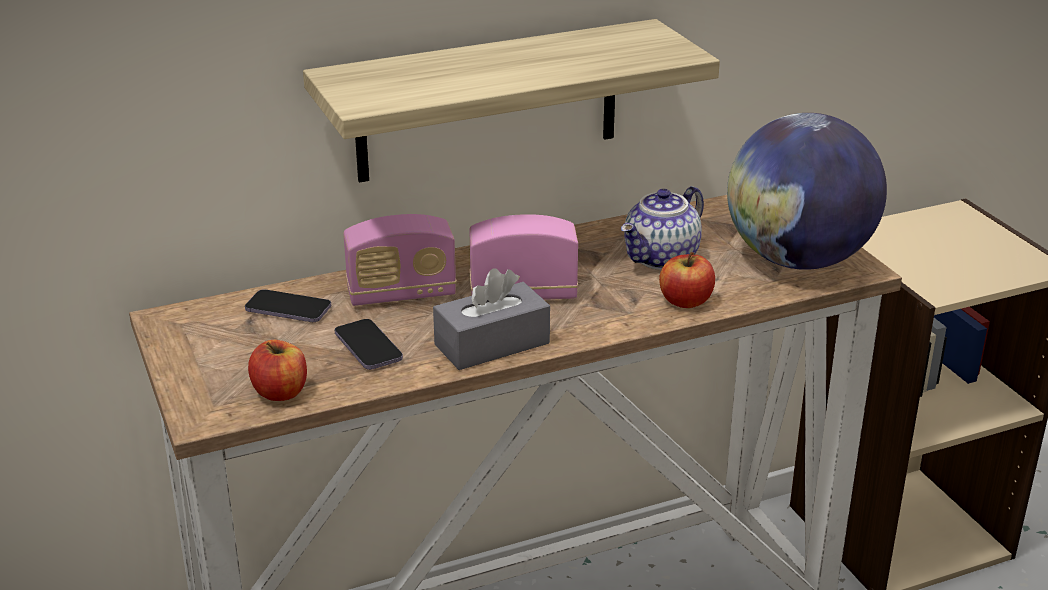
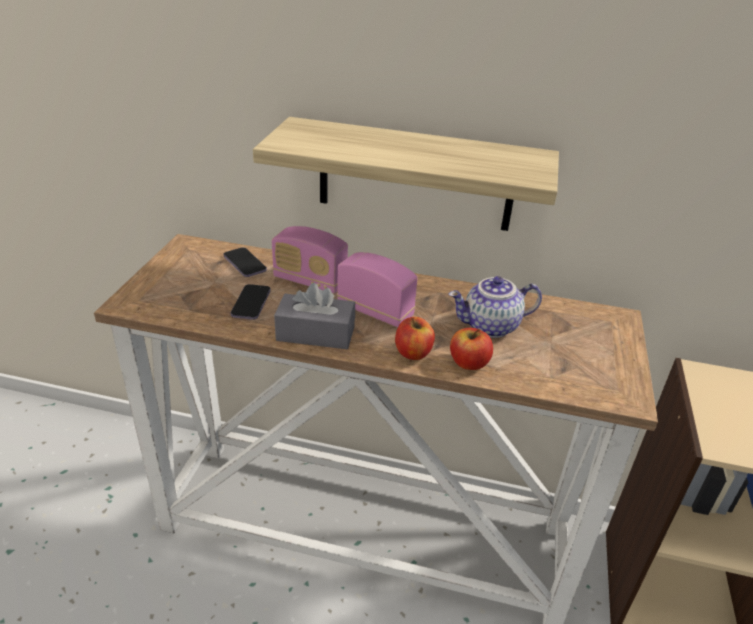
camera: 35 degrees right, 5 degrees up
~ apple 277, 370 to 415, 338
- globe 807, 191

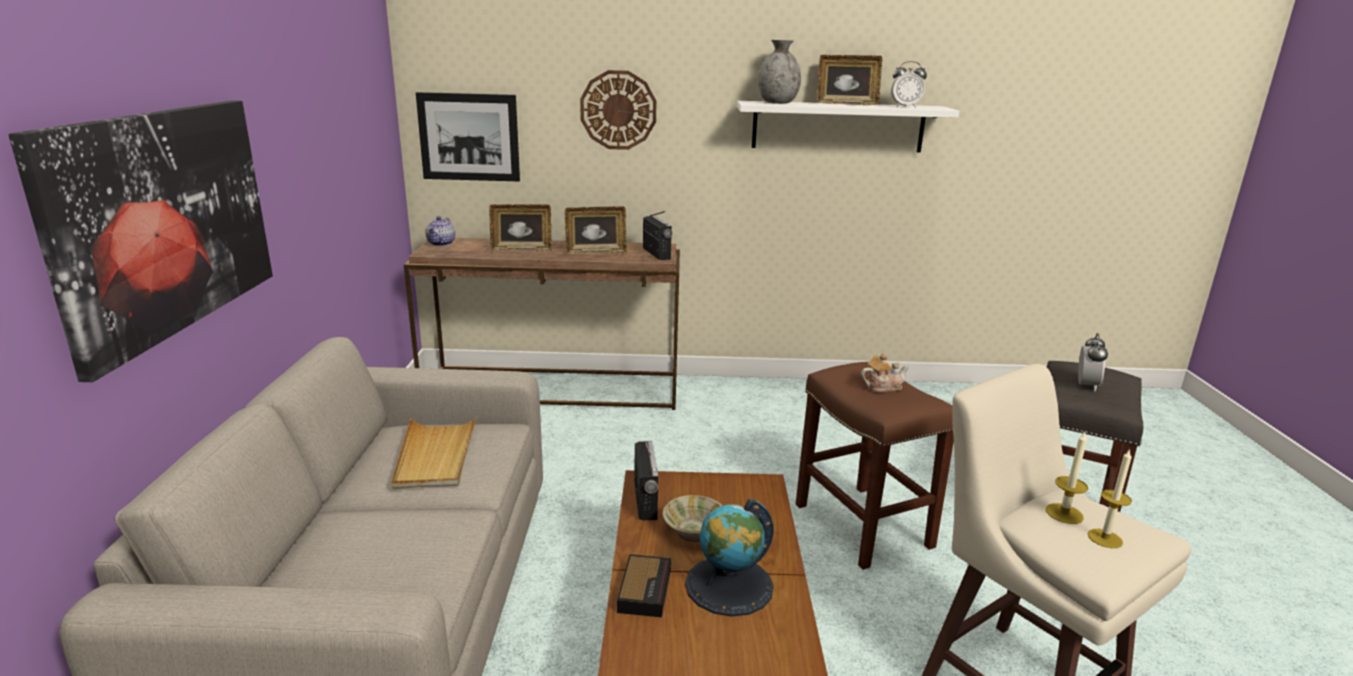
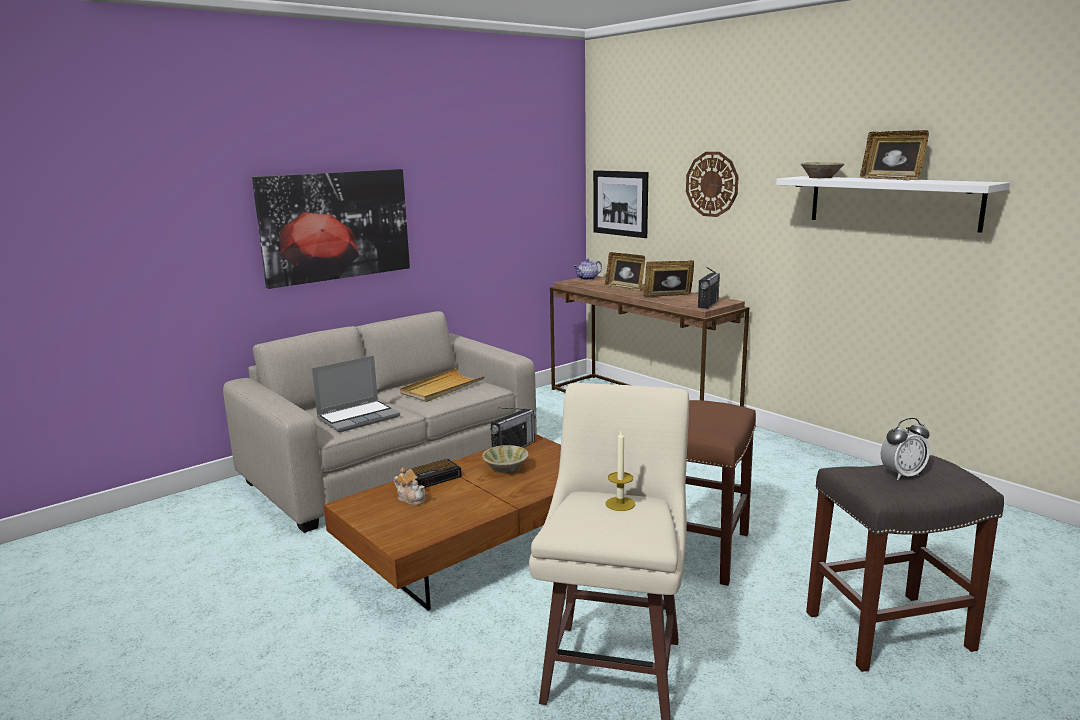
camera: 50 degrees right, 5 degrees down
+ laptop 356, 393
~ teapot 885, 372 to 410, 486
~ picture frame 596, 230 = 668, 278 135 degrees clockwise
~ vase/grey 779, 72 to bowl/beige 822, 170
- globe 729, 558
- alarm clock 909, 84
- candle 1110, 498

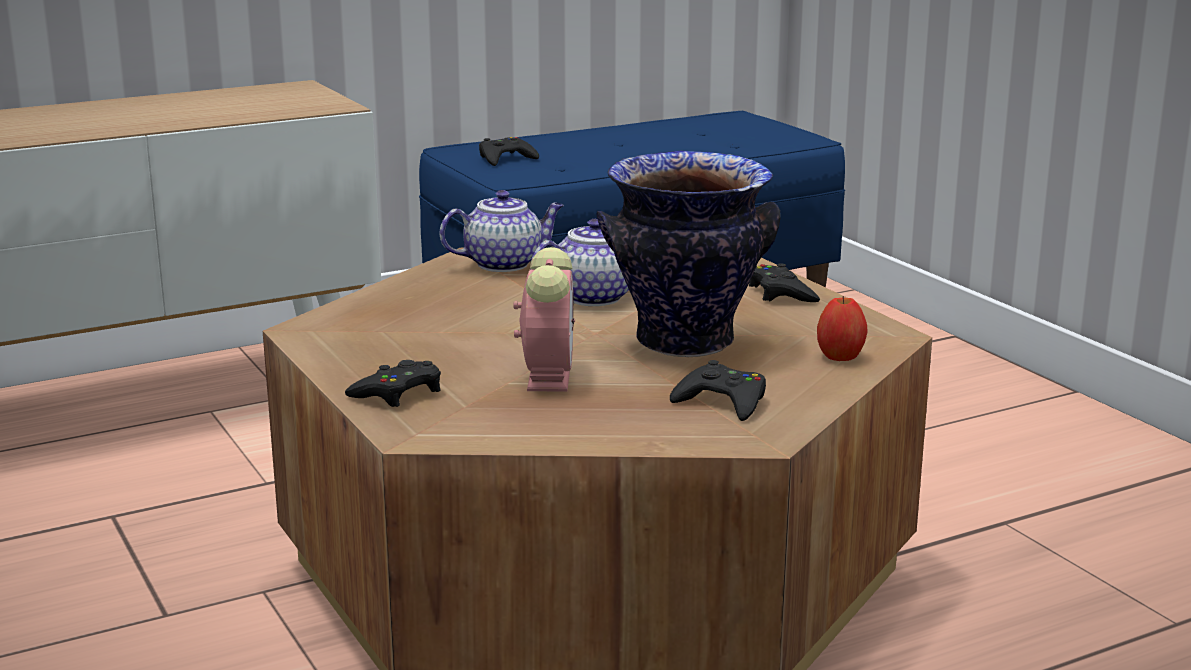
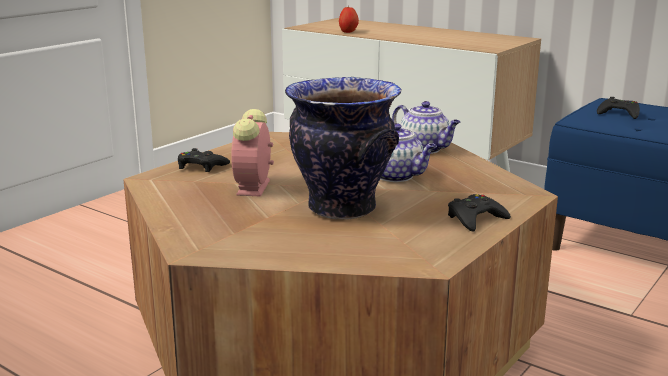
camera: 65 degrees right, 0 degrees up
~ alarm clock 544, 319 = 252, 152 120 degrees clockwise
~ apple 842, 328 to 349, 20
- game controller/black 718, 390

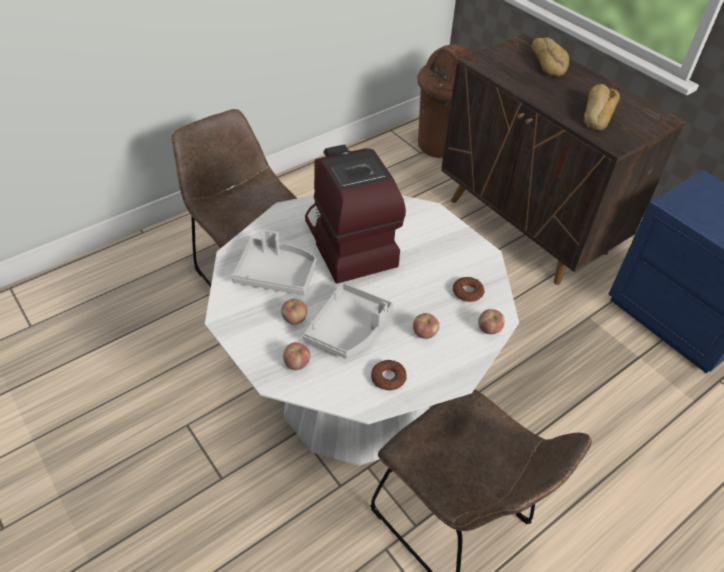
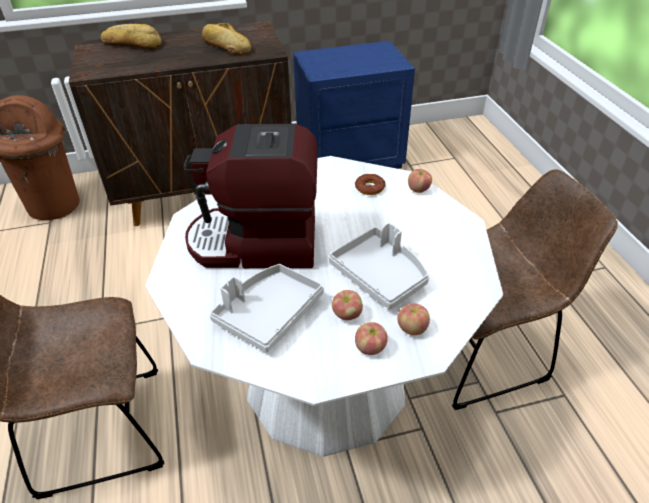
camera: 65 degrees left, 5 degrees down
~ apple 426, 326 to 371, 338
- donut 389, 375

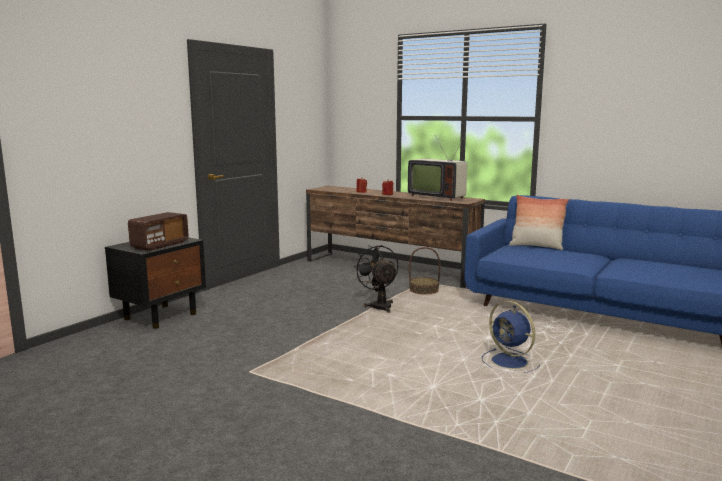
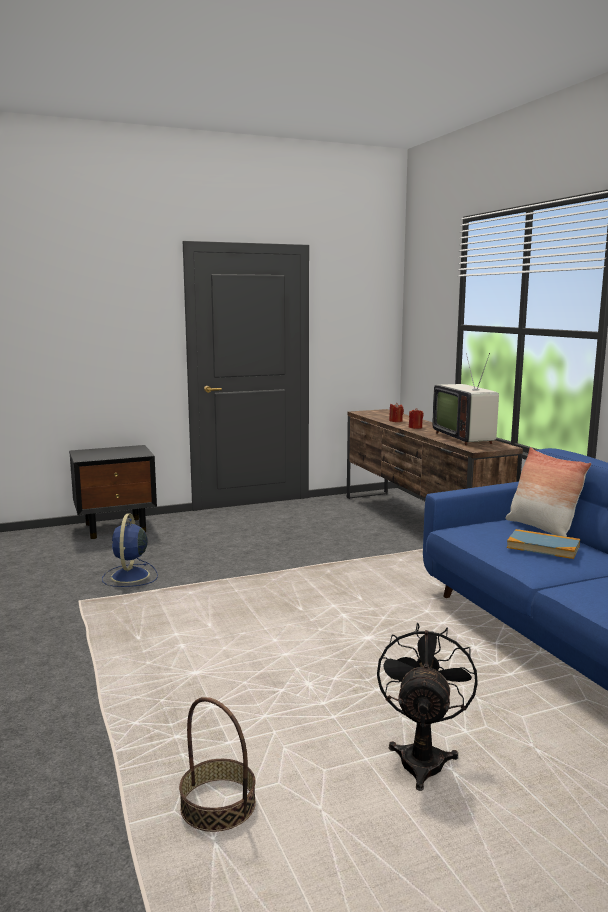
camera: 35 degrees right, 0 degrees up
~ fan/blue 511, 337 to 130, 550
~ basket 424, 271 to 217, 764
~ fan/black 375, 279 to 427, 707
+ book 543, 544
- radio 158, 231

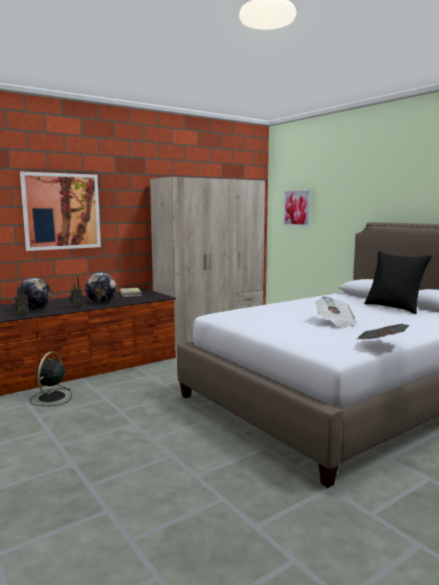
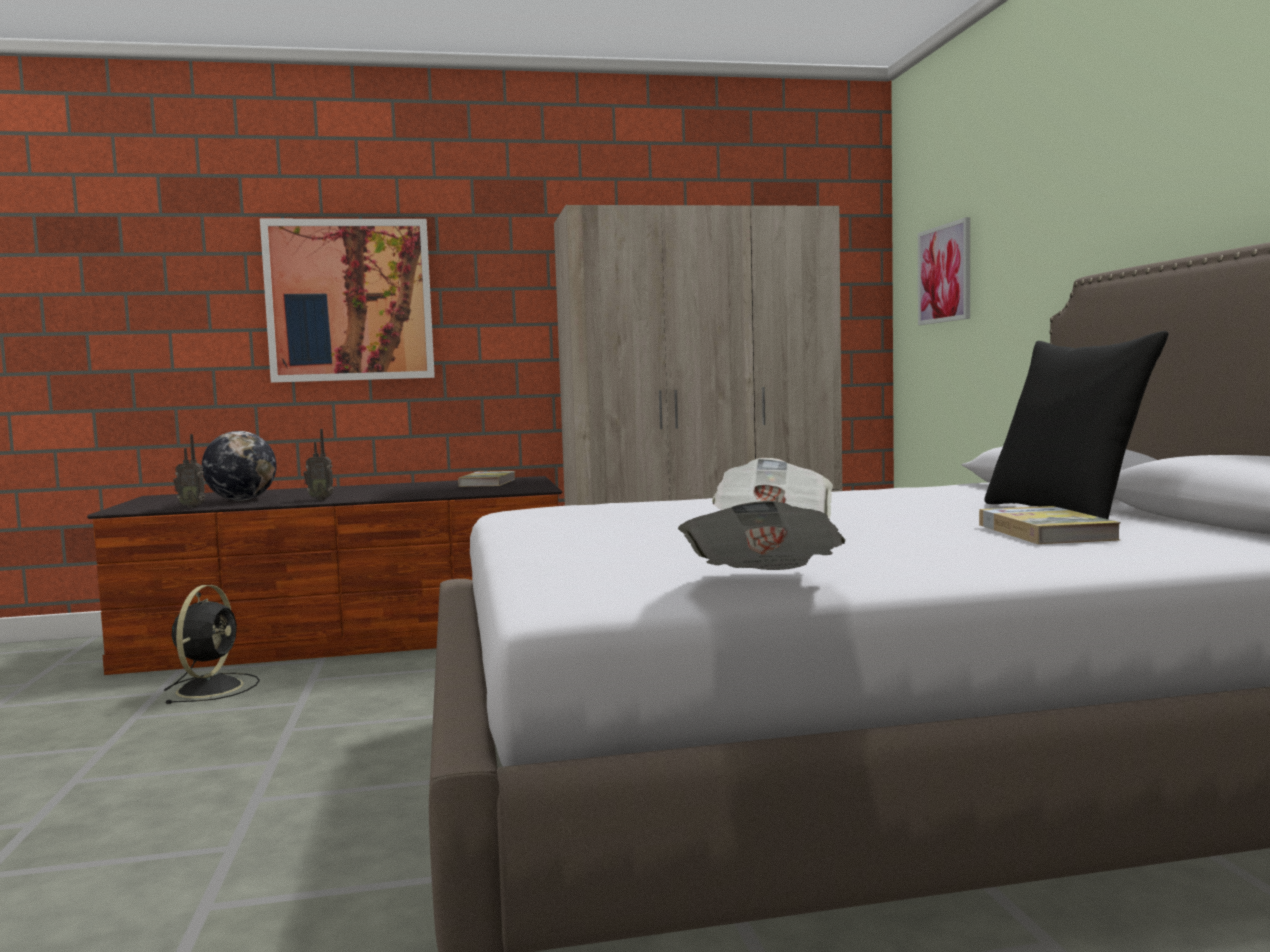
camera: 25 degrees right, 5 degrees down
~ fan/black 51, 379 = 212, 644 150 degrees clockwise
+ book 1050, 525
- globe 100, 288

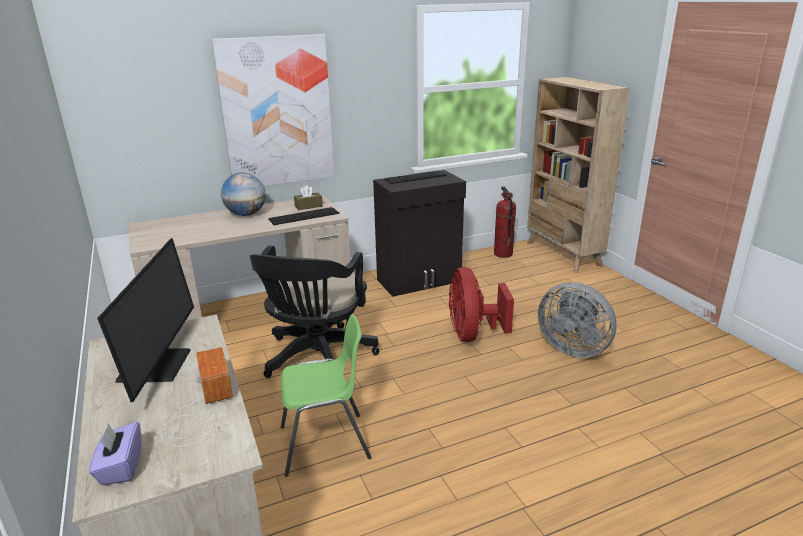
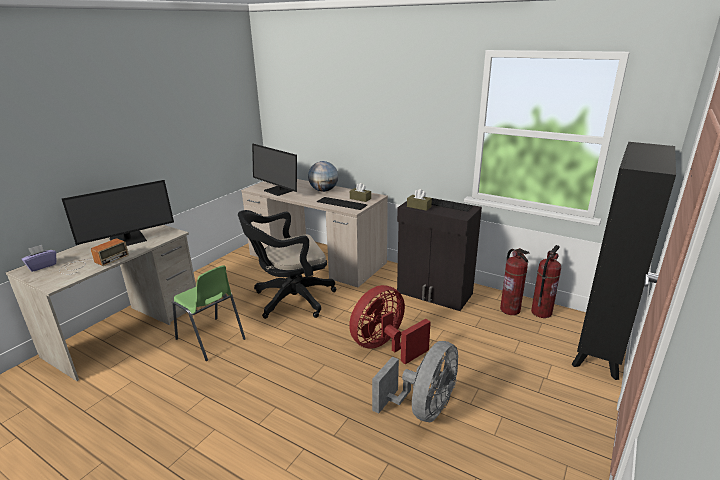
camera: 55 degrees right, 0 degrees up
+ monitor 274, 170
~ fan/grey 577, 320 = 415, 381 150 degrees counterclockwise
+ tissue box/brown 419, 200
+ fire extinguisher 515, 281
~ bookcase/beige 578, 174 to bookcase/black 624, 261
- picture 273, 110

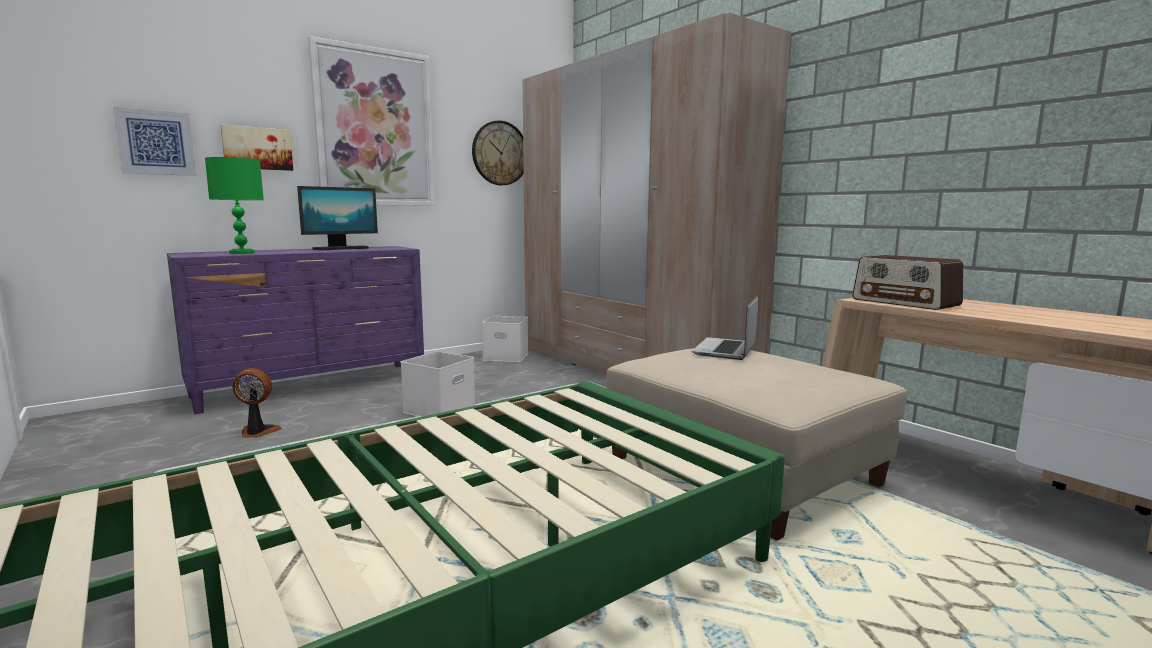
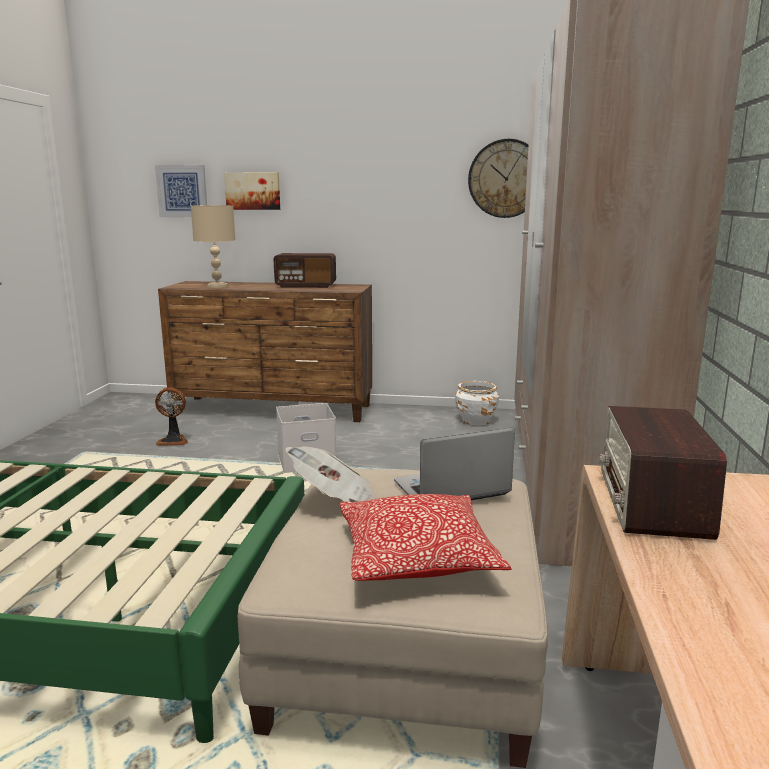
camera: 45 degrees right, 5 degrees up
~ fan 257, 403 = 171, 416 135 degrees clockwise
~ dresser/purple 295, 330 to dresser/brown 265, 351
~ table lamp/green 234, 205 to table lamp/beige 213, 246
~ monitor 337, 218 to radio 305, 270
+ newspaper 331, 474
+ pillow 426, 537
~ storage box/white 505, 339 to planter/white 477, 403
- picture 371, 121

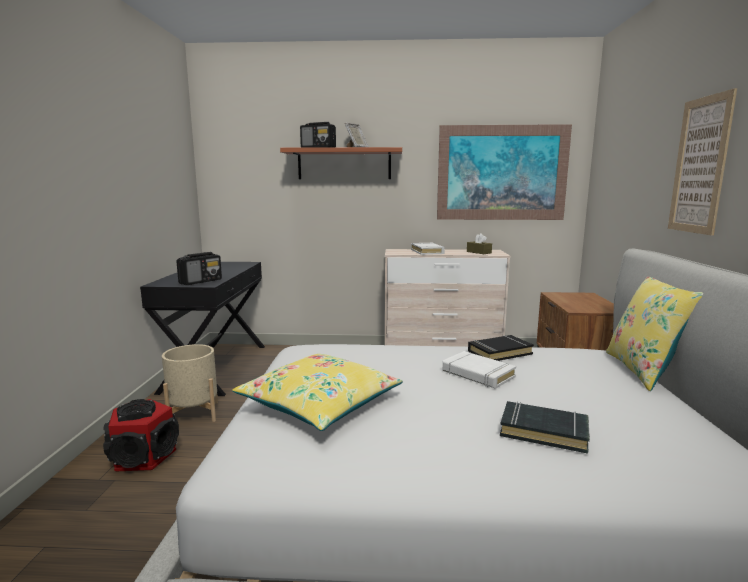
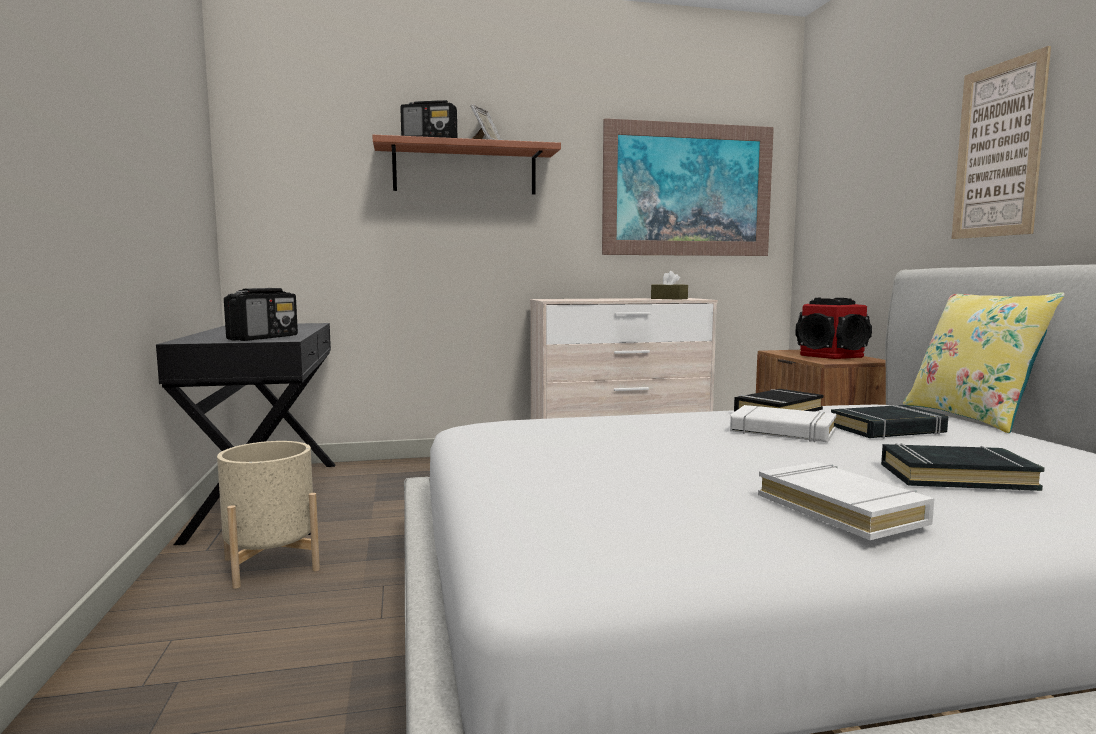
camera: 15 degrees left, 5 degrees down
~ book/white 428, 249 to 846, 501
~ speaker 141, 435 to 833, 328
+ book/black 889, 421
- pillow/yellow 317, 392

